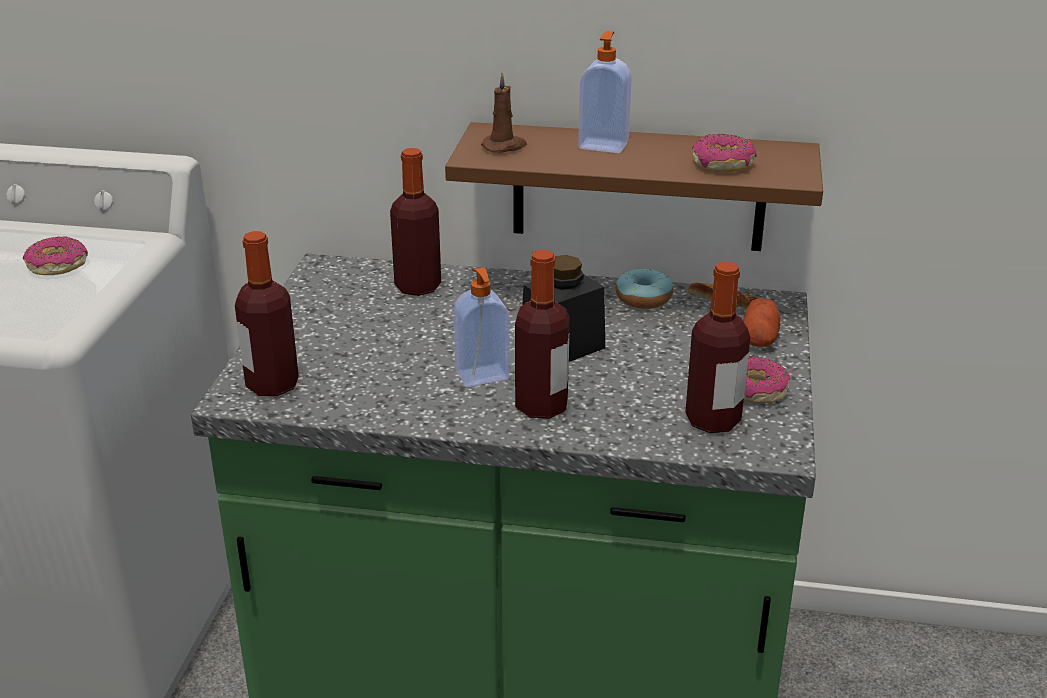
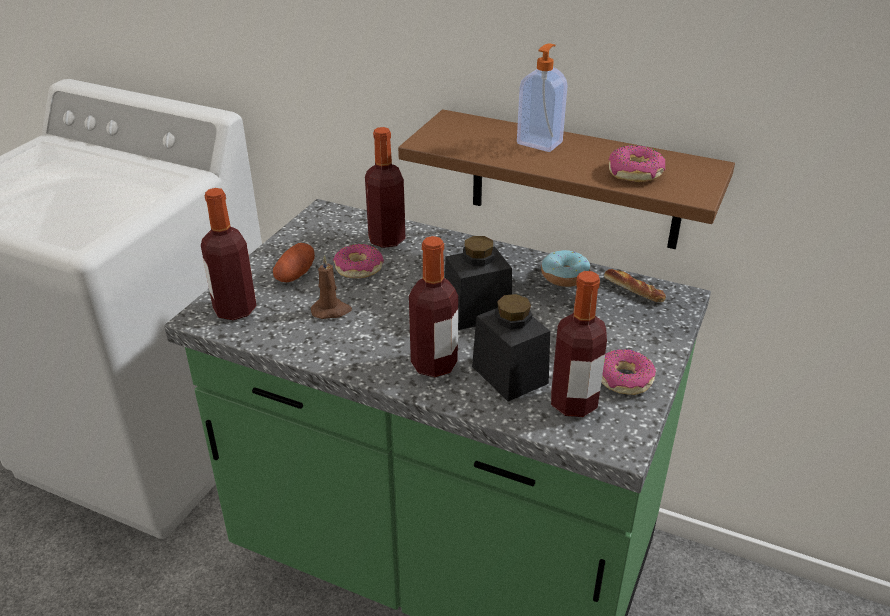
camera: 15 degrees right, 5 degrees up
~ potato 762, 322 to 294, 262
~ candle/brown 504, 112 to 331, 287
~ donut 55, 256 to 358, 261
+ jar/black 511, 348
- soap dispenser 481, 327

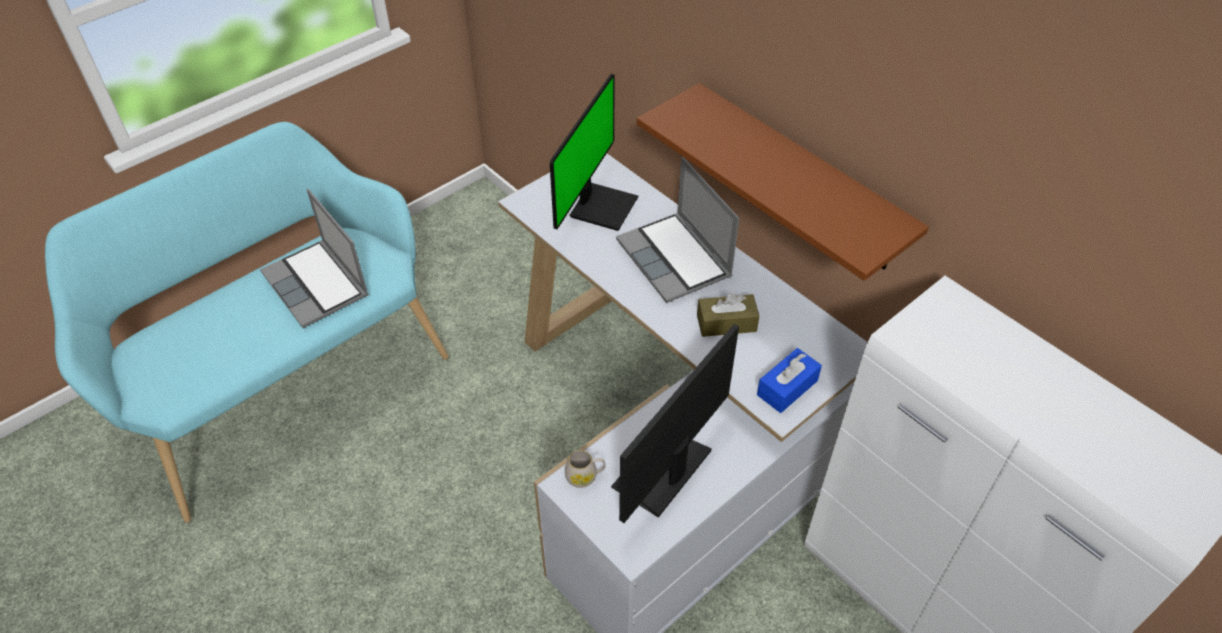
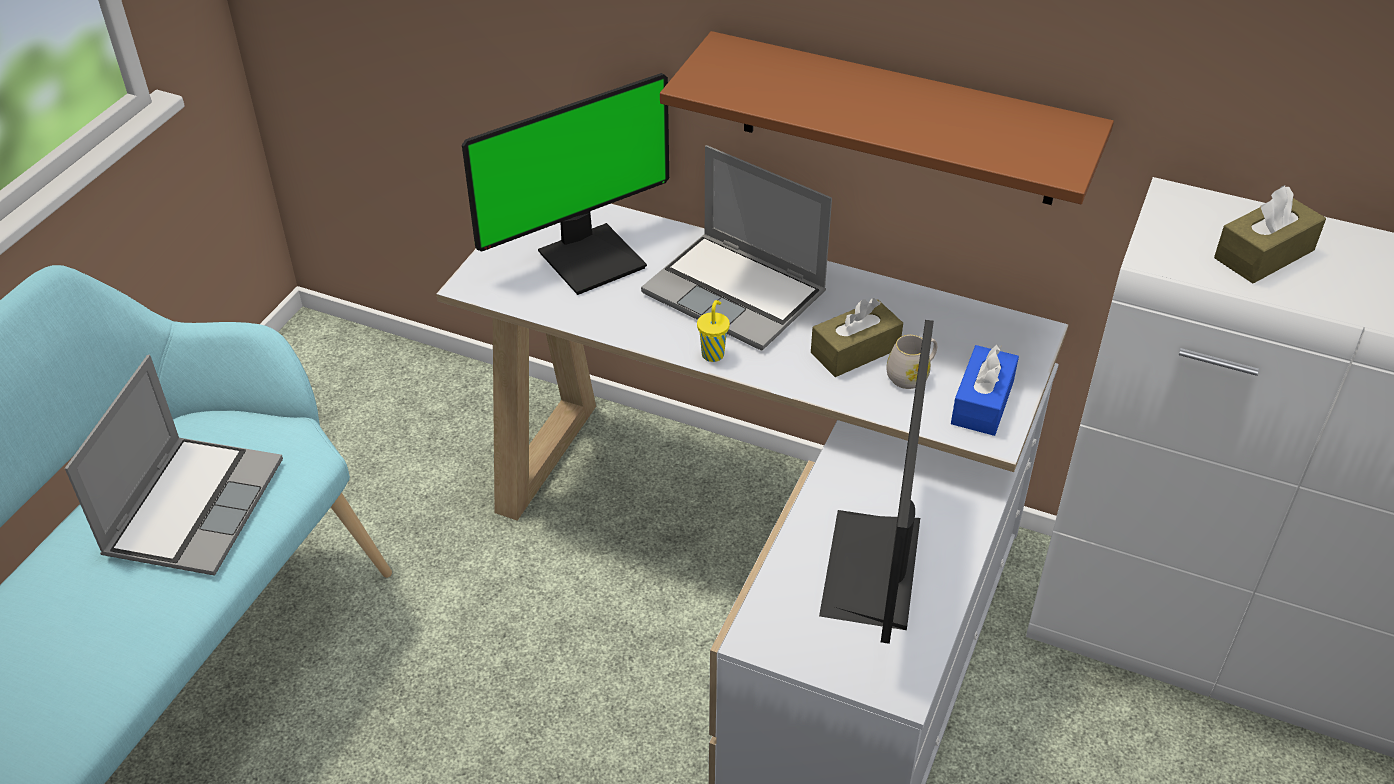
camera: 25 degrees left, 5 degrees down
~ laptop 314, 258 = 174, 465 105 degrees counterclockwise
~ monitor 594, 152 = 565, 184 60 degrees clockwise
+ cup/yellow 713, 331
~ mug/white 585, 469 to 912, 362
+ tissue box/brown 1270, 234

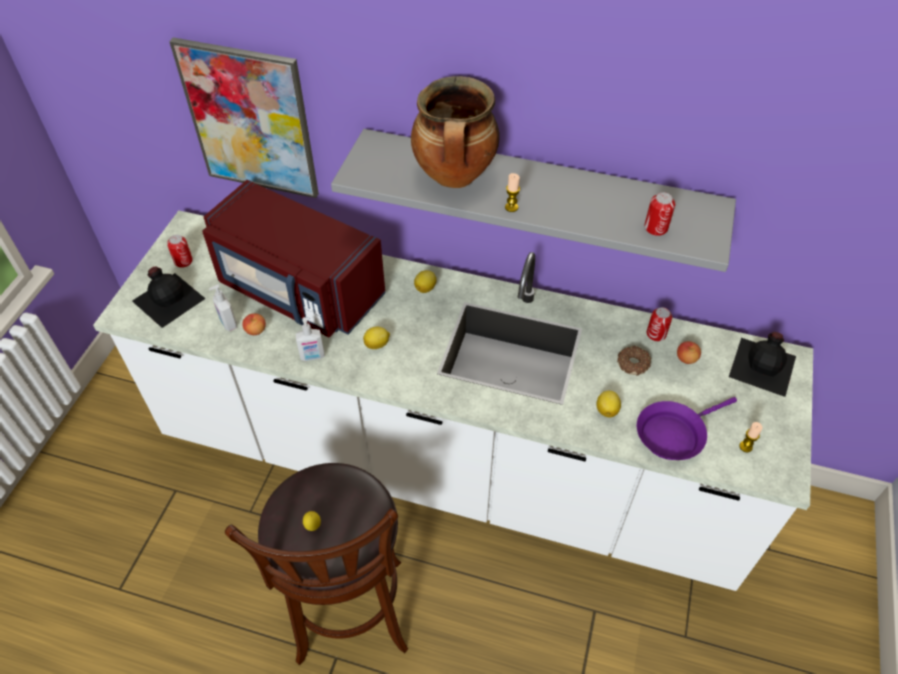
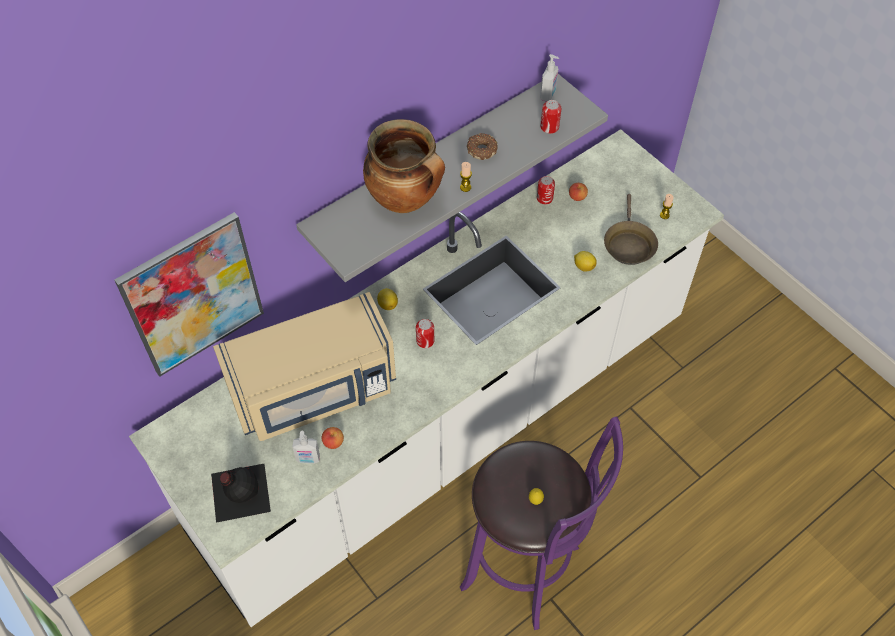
camera: 55 degrees left, 5 degrees up
~ microwave/red 293, 258 to microwave/beige 304, 366
~ can 180, 251 to 425, 333
~ stool/brown 316, 564 to stool/purple 541, 523
~ donut 634, 361 to 482, 146
~ soap dispenser 310, 339 to 549, 78
~ frying pan/purple 687, 428 to frying pan/brown 631, 229
- lemon 376, 338
- bottle/black 762, 364

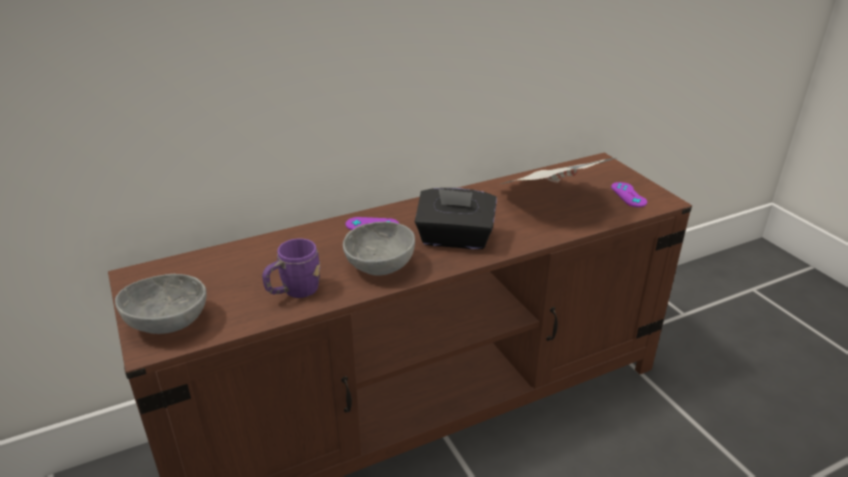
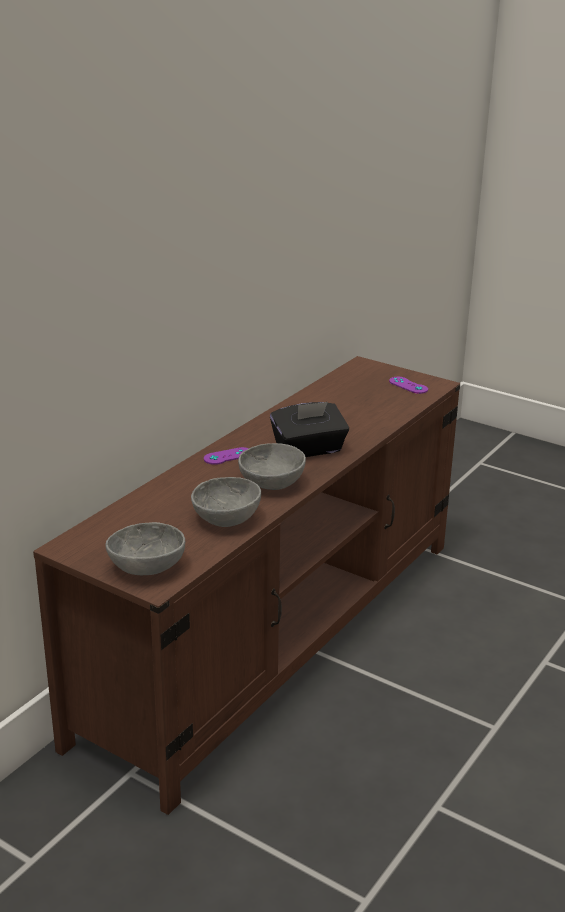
camera: 30 degrees left, 5 degrees down
~ mug/purple 291, 268 to bowl/grey 226, 502
- newspaper 558, 171

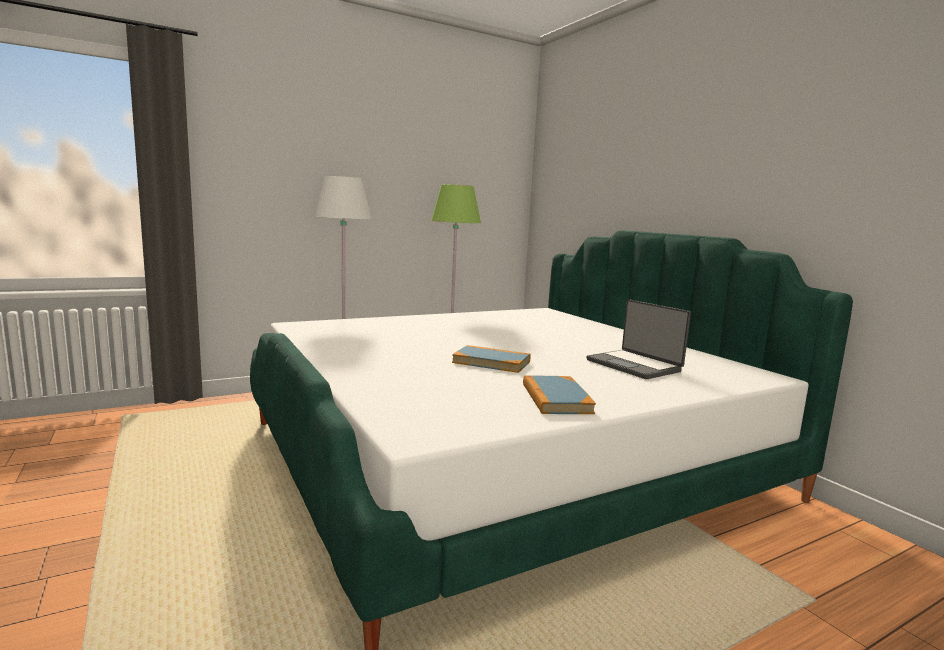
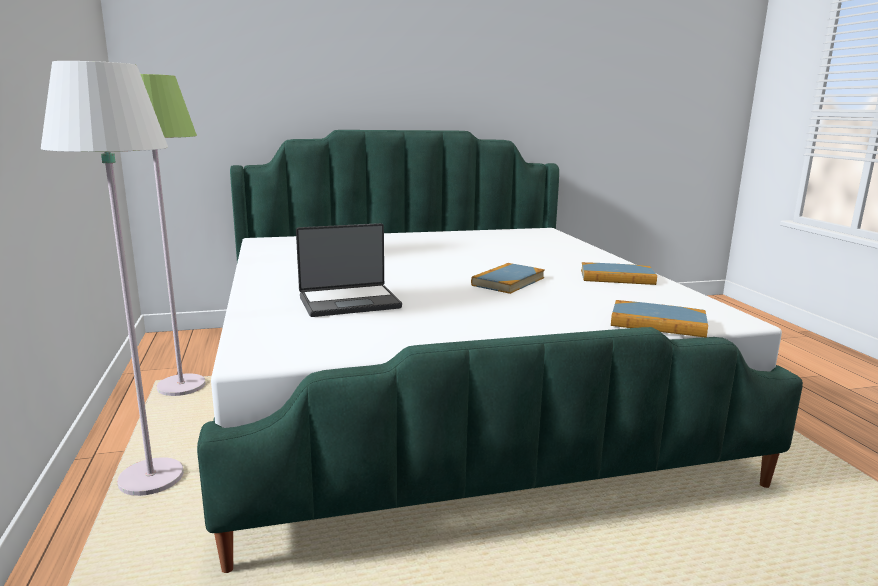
camera: 75 degrees left, 5 degrees up
~ laptop 639, 339 to 349, 270
+ book 659, 319

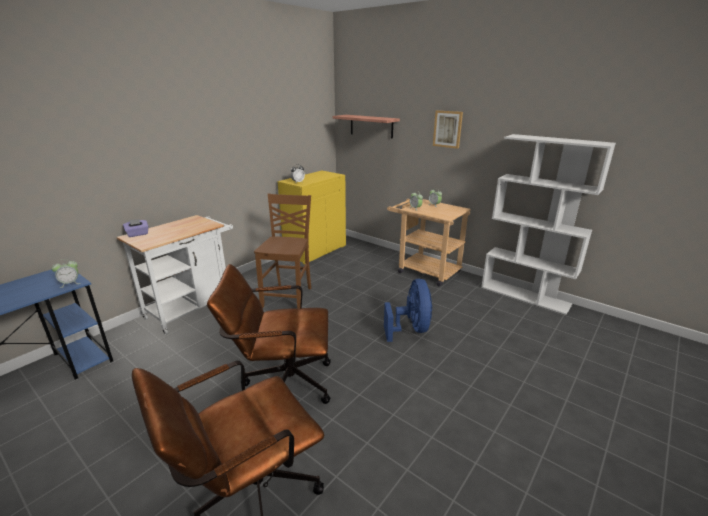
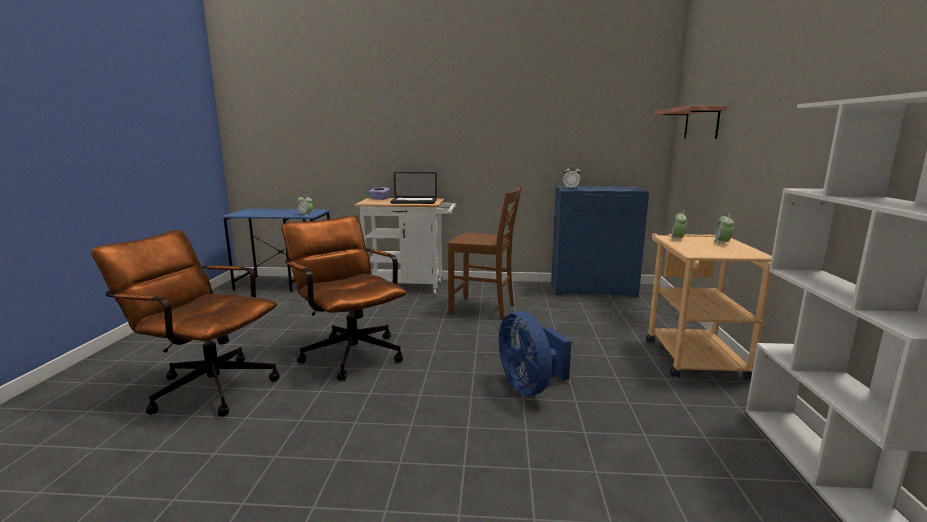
camera: 55 degrees right, 10 degrees down
+ laptop 413, 188
~ chair/brown 282, 251 = 485, 253 45 degrees clockwise
~ fan/blue 408, 310 = 535, 353 105 degrees clockwise
~ cabinet/yellow 311, 218 to cabinet/blue 600, 241
- picture 448, 130

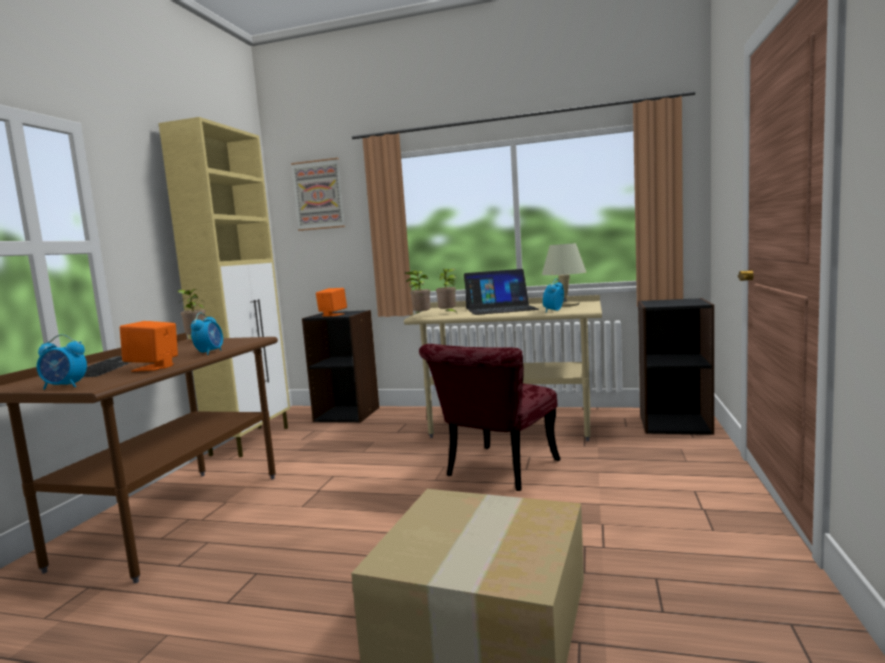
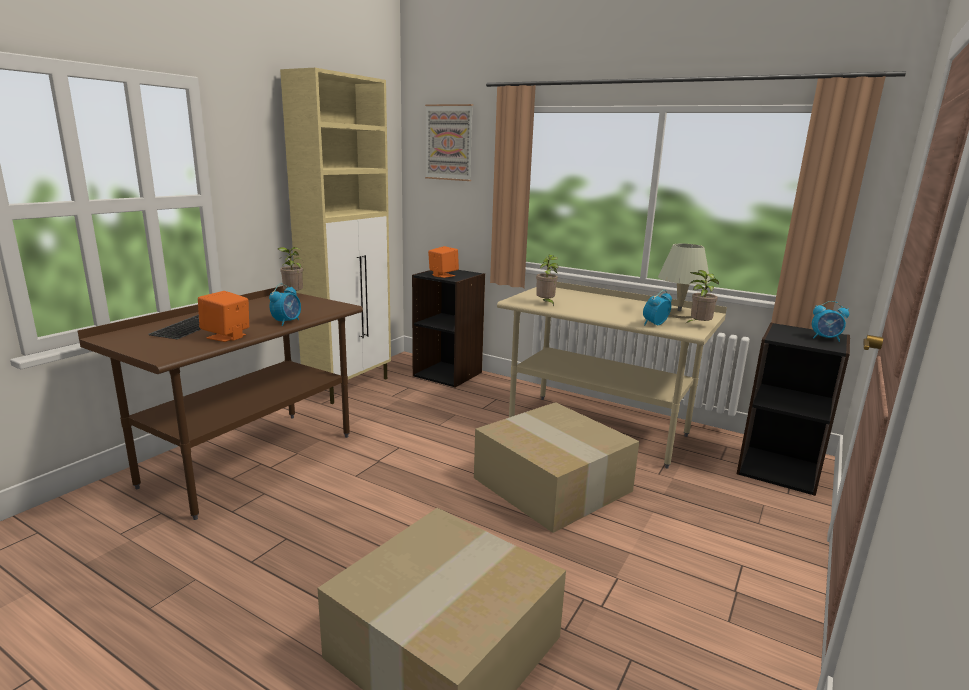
camera: 15 degrees right, 10 degrees up
~ chair/red 490, 417 to cardboard box 556, 467
~ potted plant 417, 293 to 702, 297
~ alarm clock 62, 362 to 830, 321
- laptop 501, 292

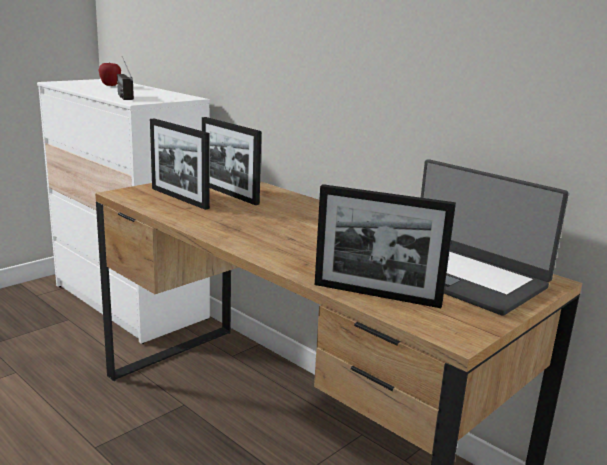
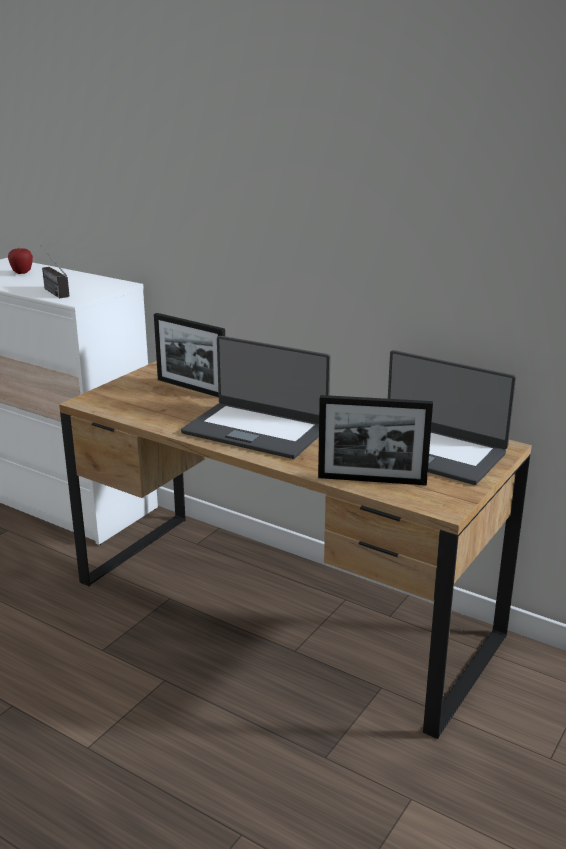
camera: 10 degrees left, 5 degrees up
+ laptop 255, 397
- picture frame 180, 164

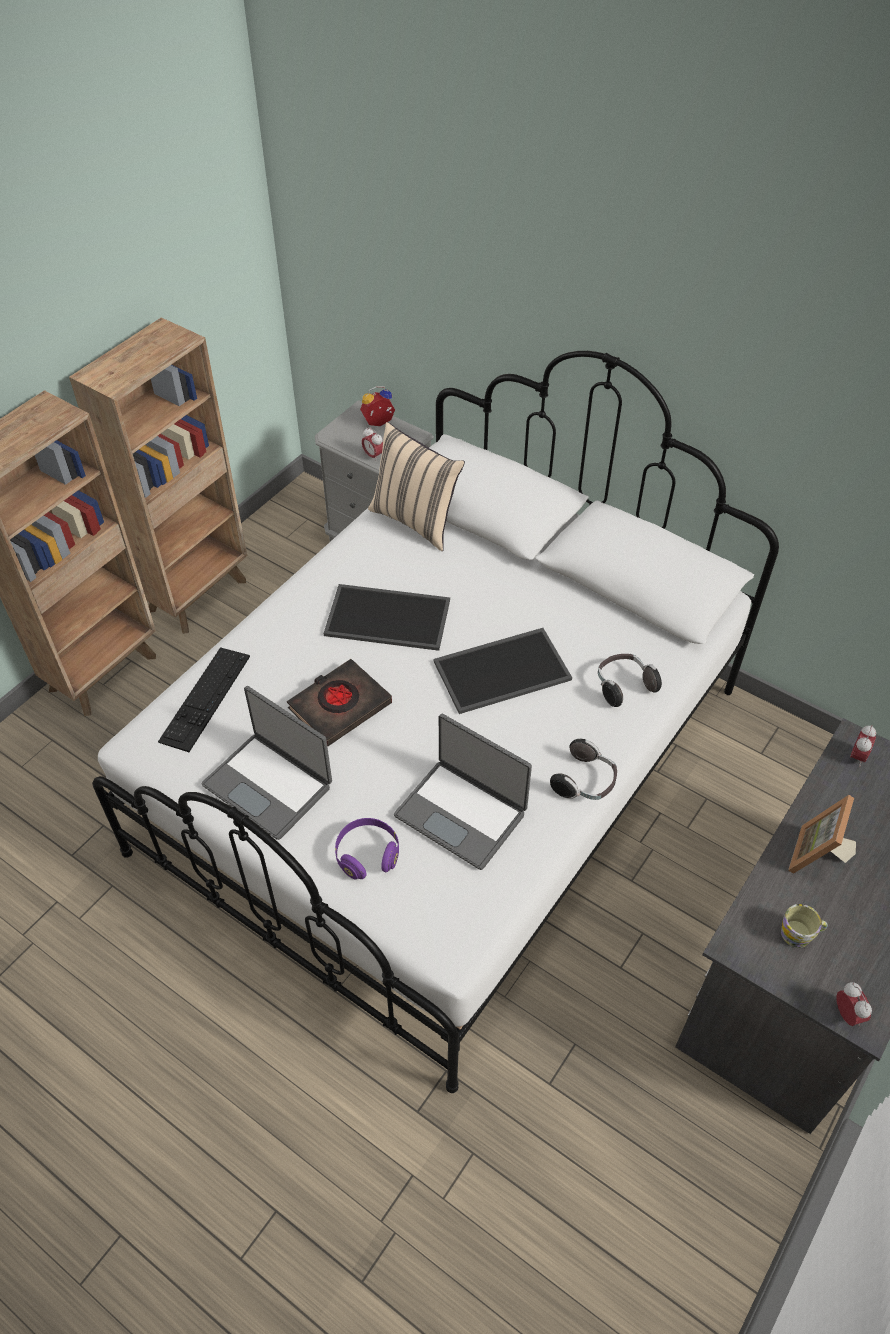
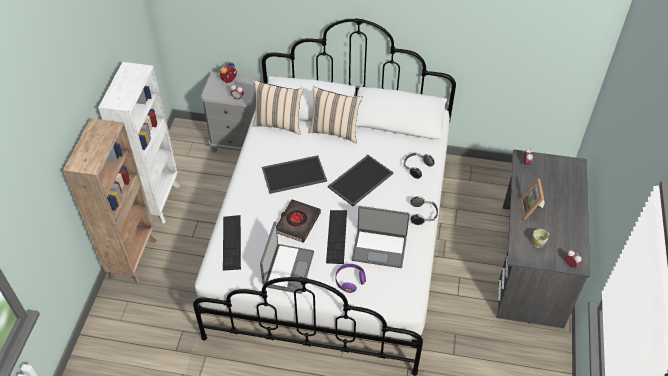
camera: 25 degrees left, 0 degrees up
~ bookcase/brown 158, 475 to bookcase/white 139, 143
~ laptop 267, 763 = 287, 258 90 degrees counterclockwise
+ pillow/beige 335, 114
+ keyboard 336, 237

